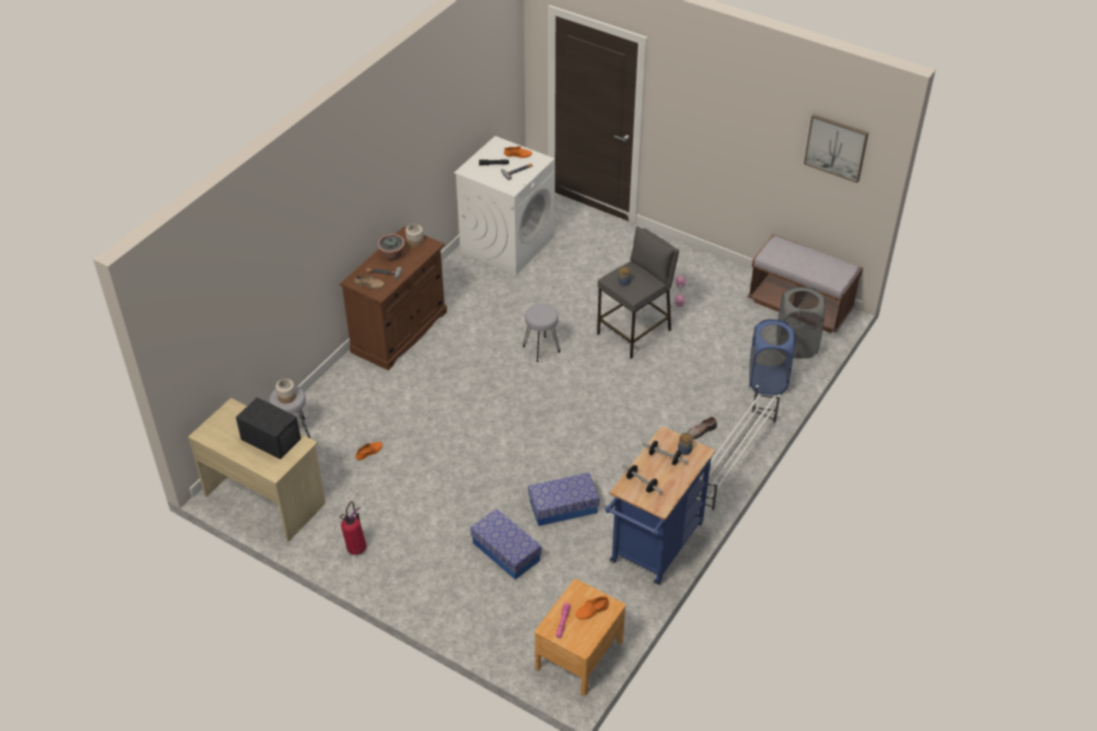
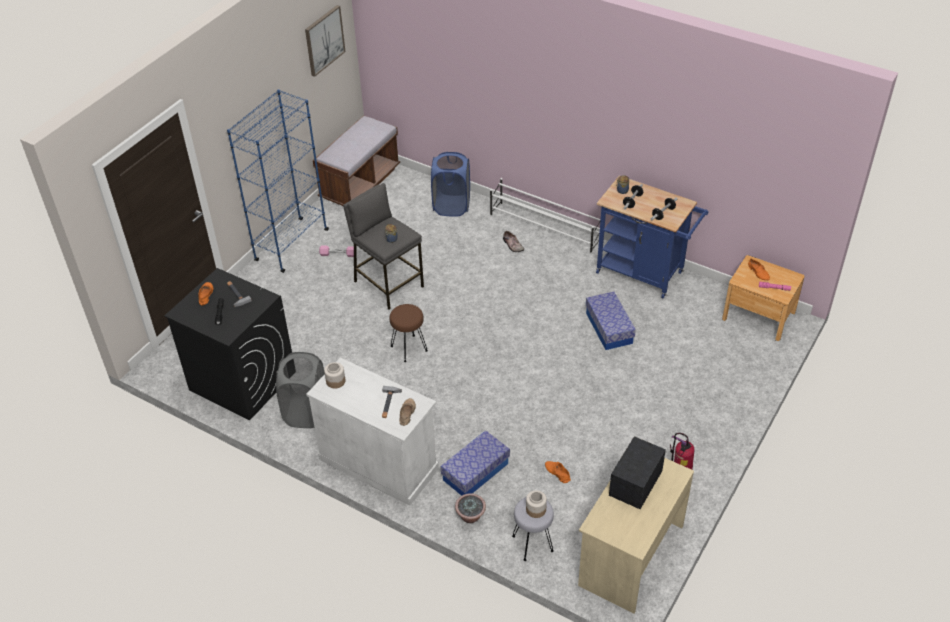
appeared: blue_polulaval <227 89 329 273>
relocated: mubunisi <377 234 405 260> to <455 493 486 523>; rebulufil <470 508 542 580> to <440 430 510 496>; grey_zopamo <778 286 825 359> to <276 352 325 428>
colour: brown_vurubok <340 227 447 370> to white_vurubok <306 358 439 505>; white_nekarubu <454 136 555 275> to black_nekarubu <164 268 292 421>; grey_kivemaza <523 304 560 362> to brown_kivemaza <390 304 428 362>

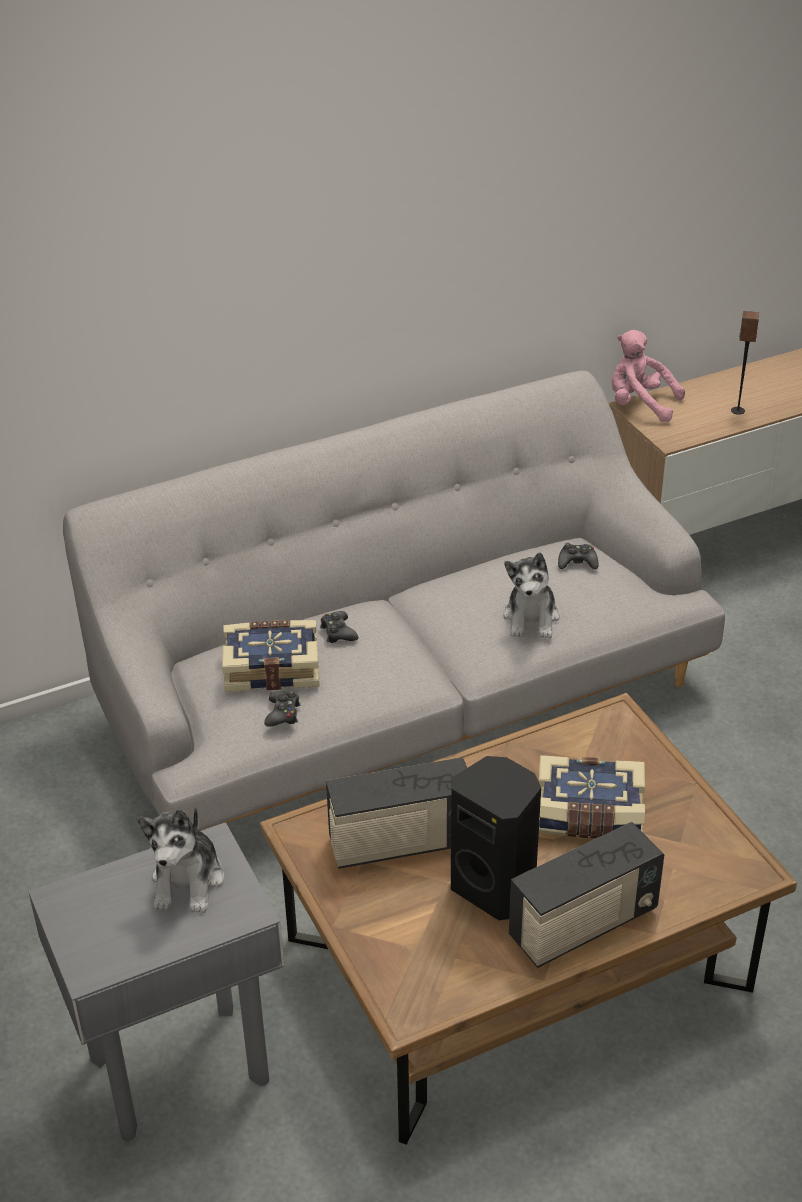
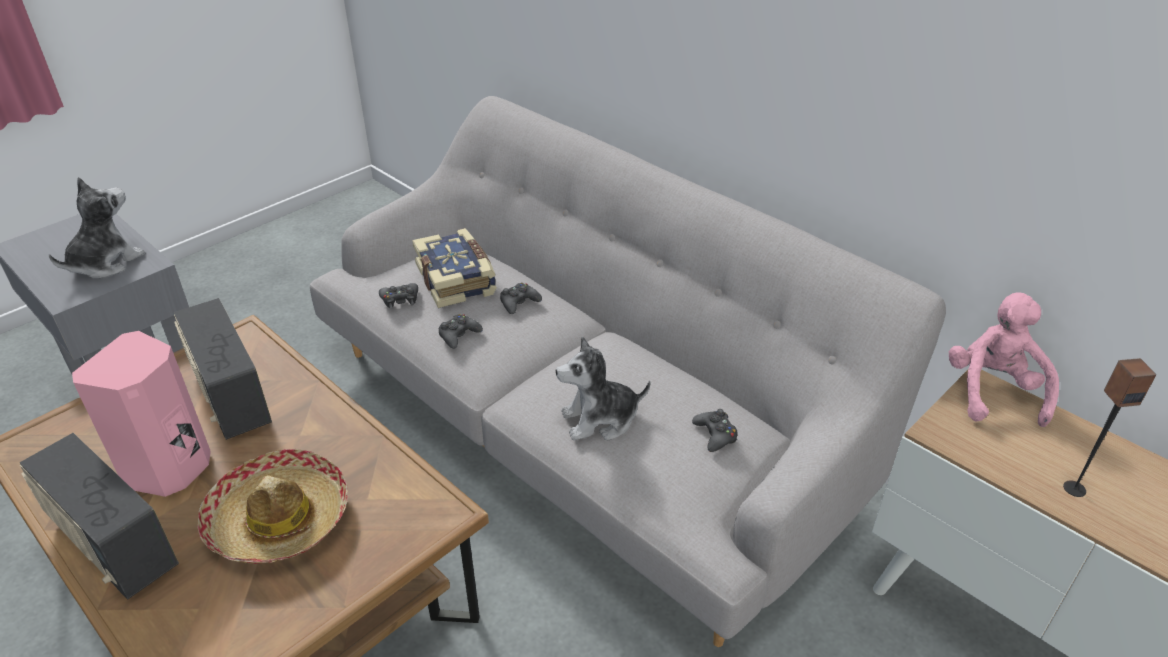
appeared: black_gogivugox <439 314 483 349>
exchanged: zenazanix <539 755 645 839> to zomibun <197 449 348 564>
colour: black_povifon <451 756 541 920> to pink_povifon <72 331 211 497>
spun: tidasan <137 806 224 913> = <49 177 145 279> 135 degrees clockwise

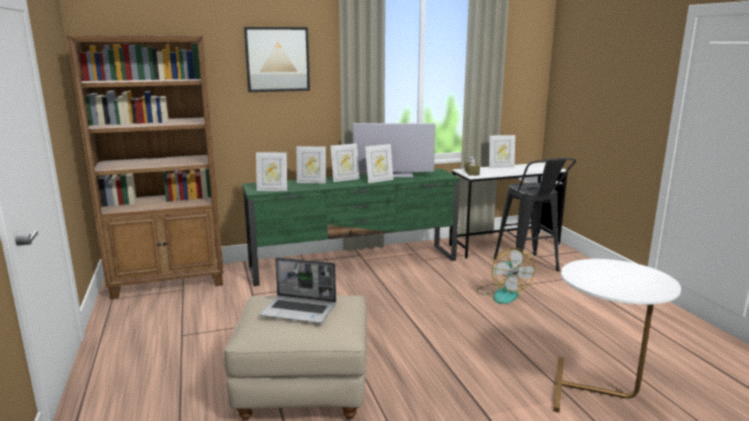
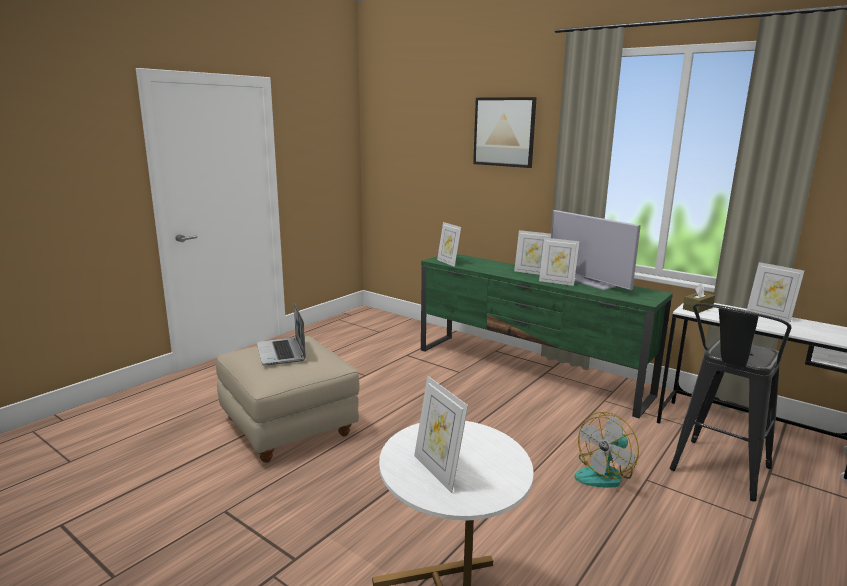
missing: brown_polulaval <66 35 224 299>
relocated: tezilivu <297 146 326 184> to <414 376 468 493>

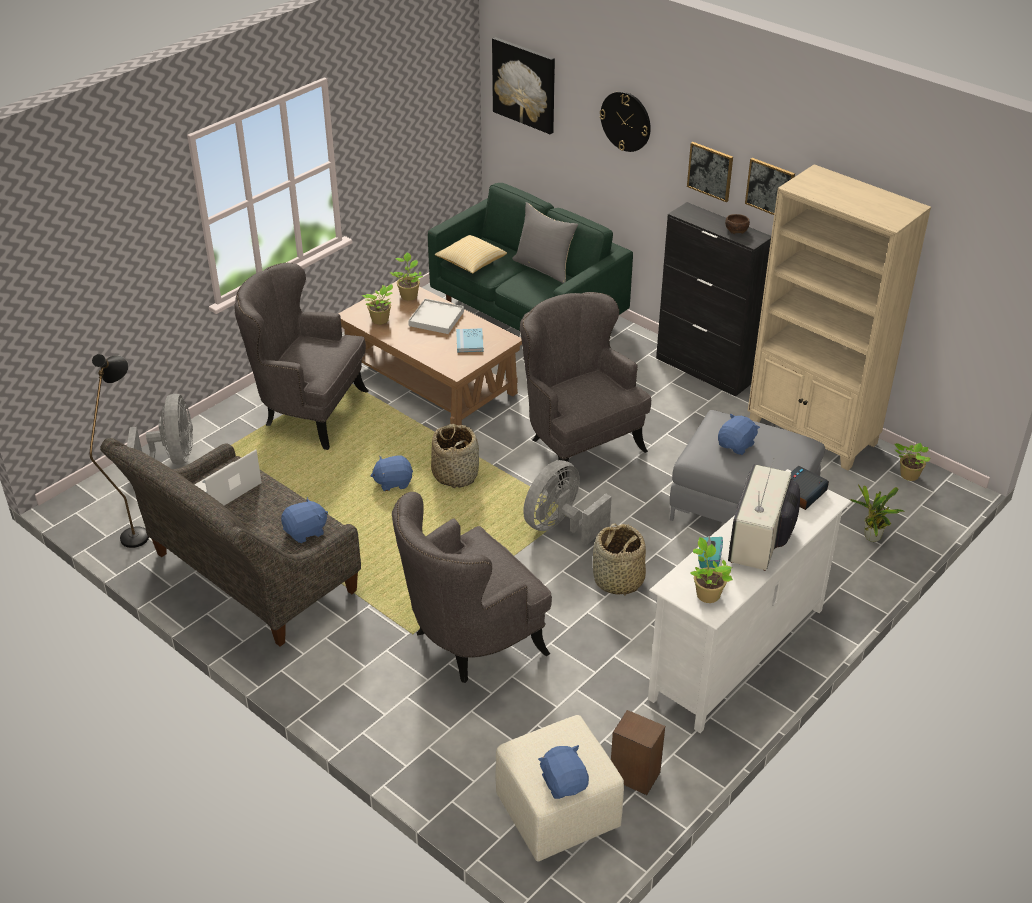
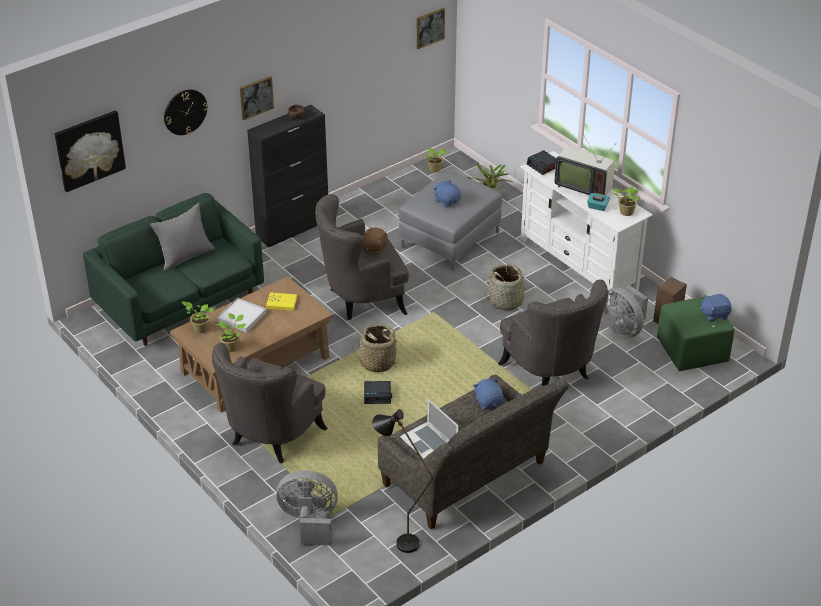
missing: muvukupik <435 235 507 274>; beige_polulaval <748 164 931 471>
appeared: brown_tidasan <362 228 388 255>
relocated: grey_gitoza <523 460 612 545> to <602 285 648 338>; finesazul <745 158 795 215> to <417 8 445 49>
exchanged: blue_tidasan <370 456 413 491> to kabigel <364 381 392 404>
colour: blue_zenazanix <456 328 484 352> to yellow_zenazanix <266 293 297 311>; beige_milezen <495 715 624 862> to green_milezen <657 296 734 371>

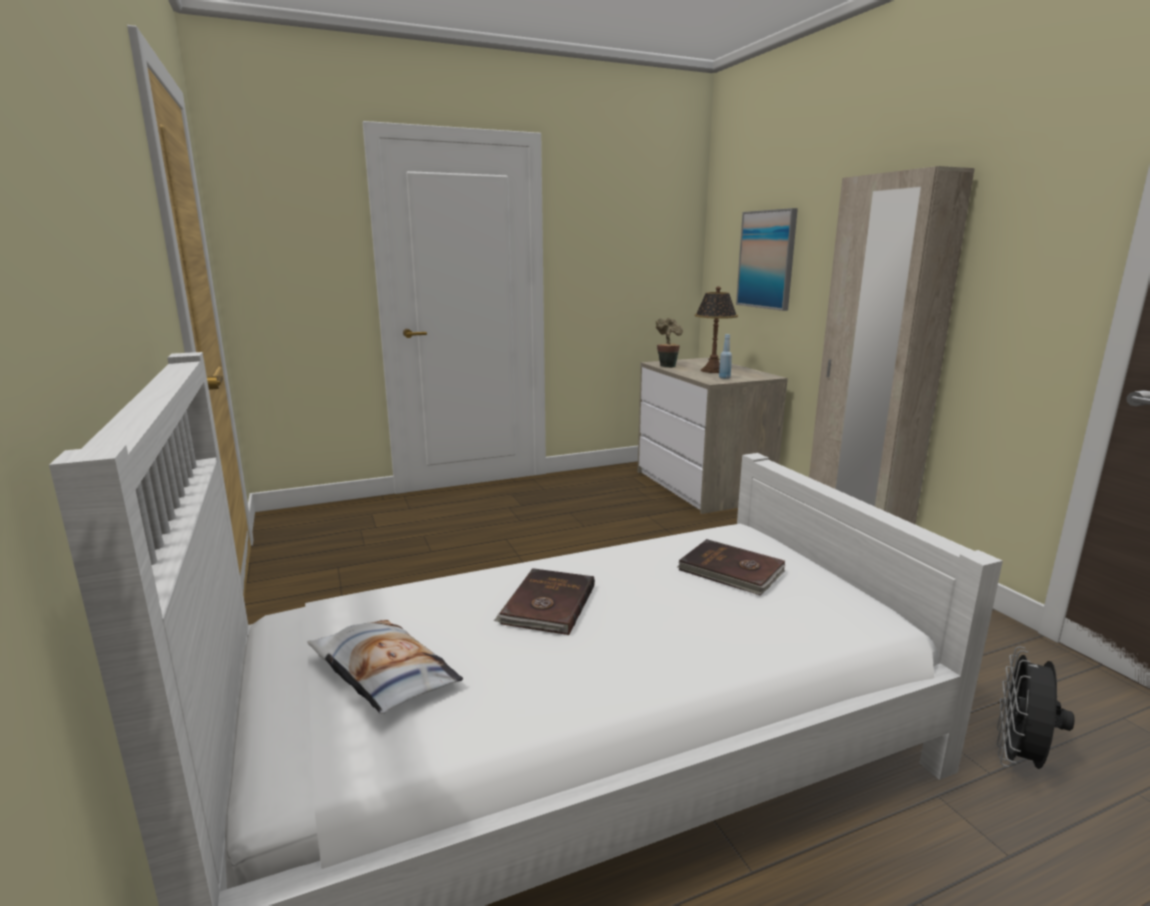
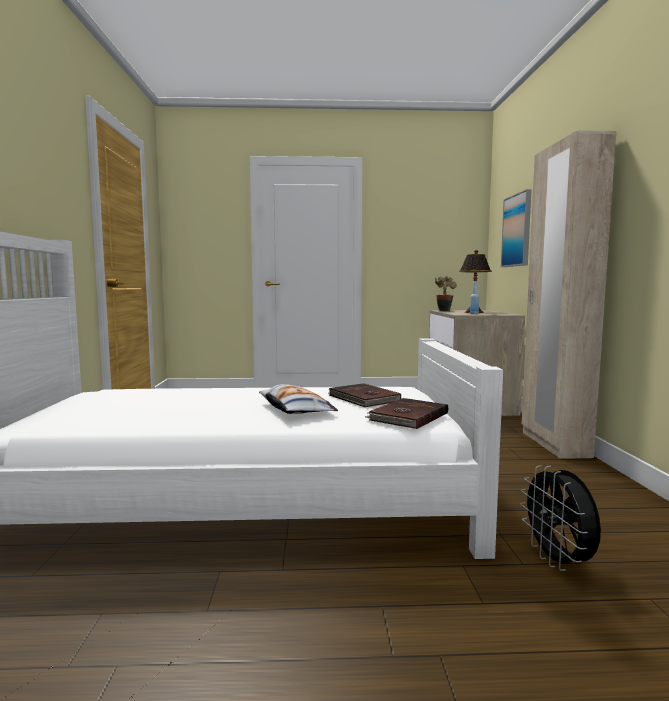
relocated: muvukupik <307 620 463 714> to <259 384 338 414>; brown_zenazanix <494 568 595 635> to <365 398 448 429>
spun: black_gitoza <997 646 1075 769> = <520 465 601 571> 60 degrees counterclockwise

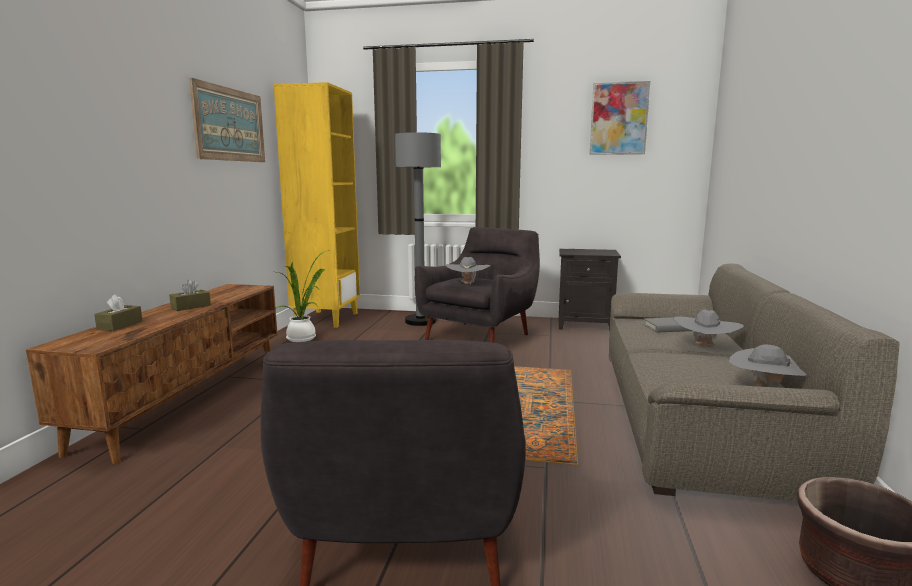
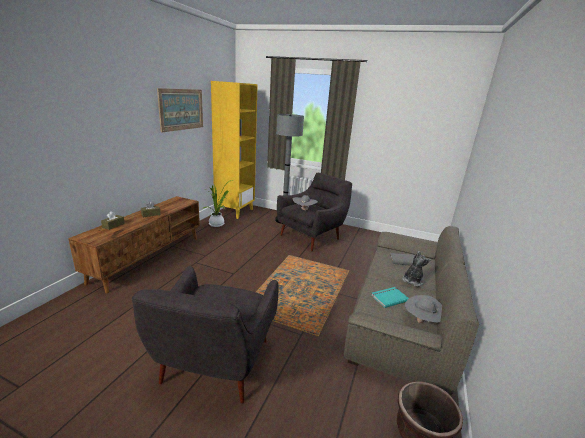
missing: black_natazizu <559 249 621 331>; finesazul <590 81 650 155>
appeared: turquoise_zenazanix <371 287 409 308>
exchanged: grey_zomibun <673 310 744 346> to tidasan <402 251 431 287>

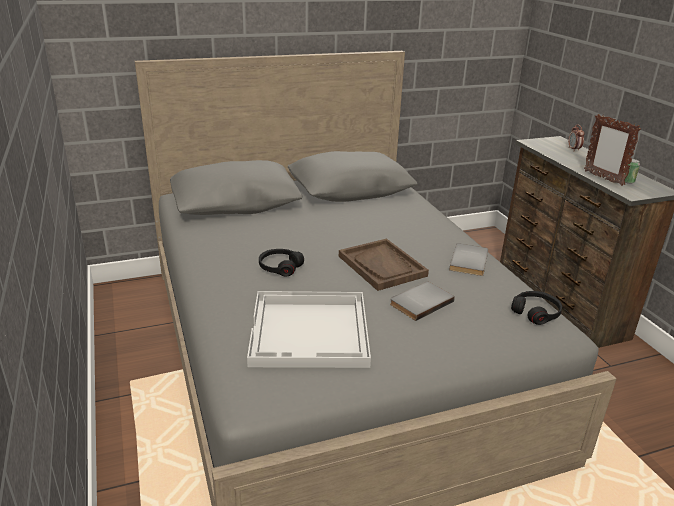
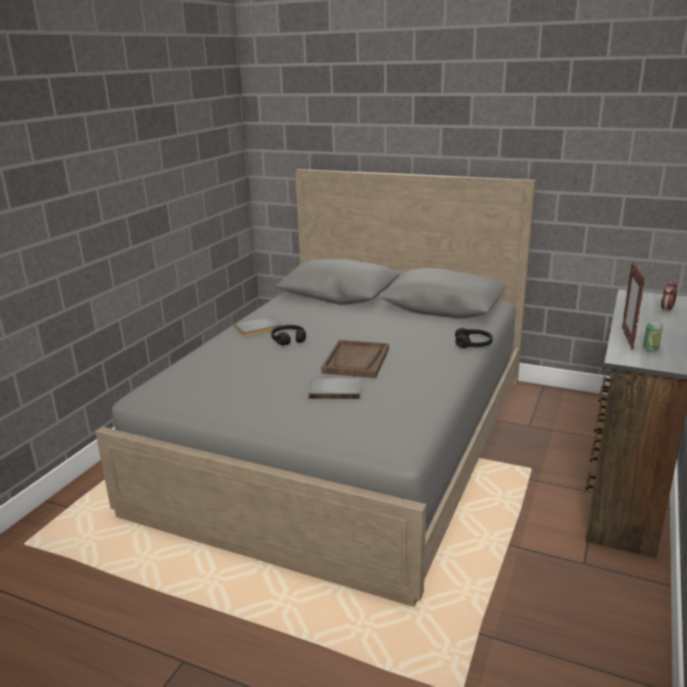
missing: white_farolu <247 291 371 368>
relocated: grey_zenazanix <449 243 488 276> to <234 316 282 337>; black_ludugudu <511 291 562 325> to <455 328 493 348>

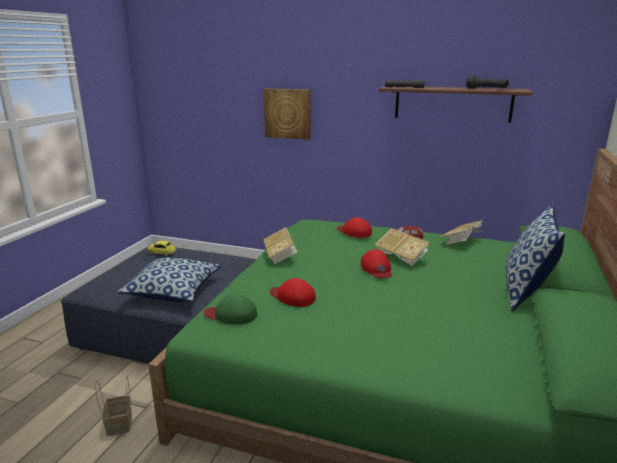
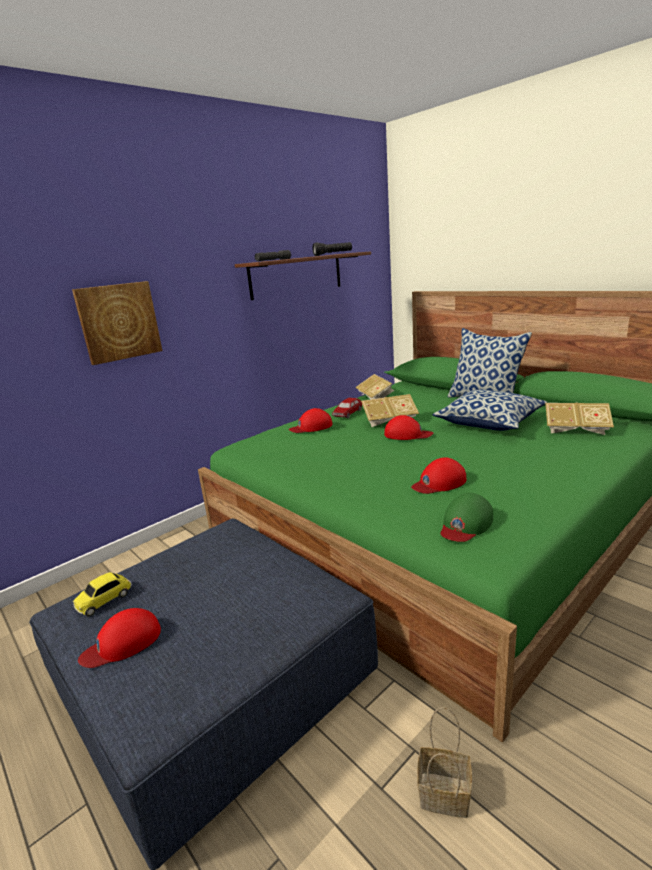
appeared: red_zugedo <78 608 161 668>
relocated: muvukupik <117 258 222 302> to <432 390 547 431>; zenazanix <263 227 297 265> to <545 403 614 435>

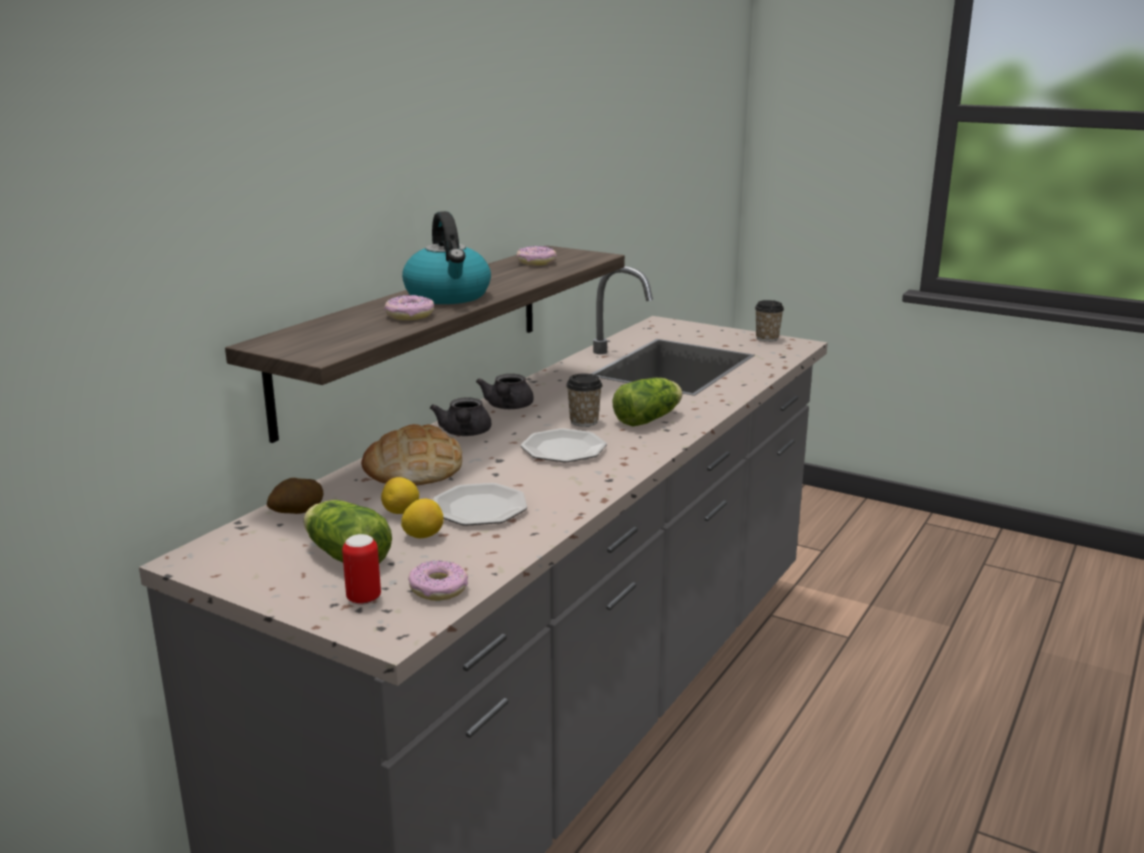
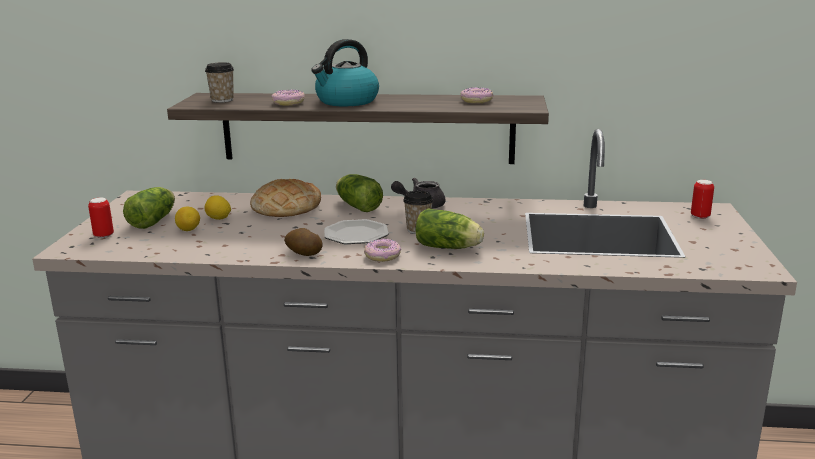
missing: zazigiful <433 483 527 526>
appeared: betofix <691 180 714 219>
relocated: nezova <267 478 323 514> to <284 228 323 256>; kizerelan <408 560 468 601> to <364 239 401 262>; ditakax <755 300 784 342> to <205 62 234 103>
exchanged: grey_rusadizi <430 397 491 436> to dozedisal <336 174 383 212>

